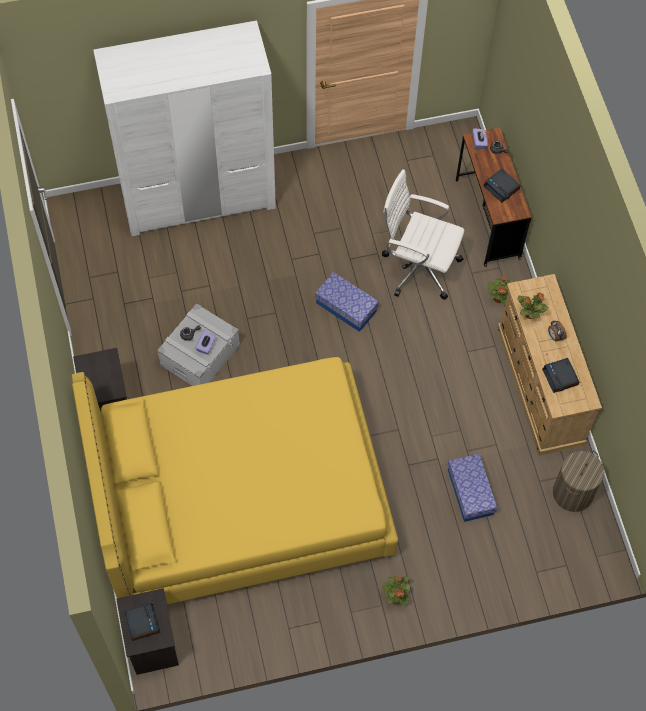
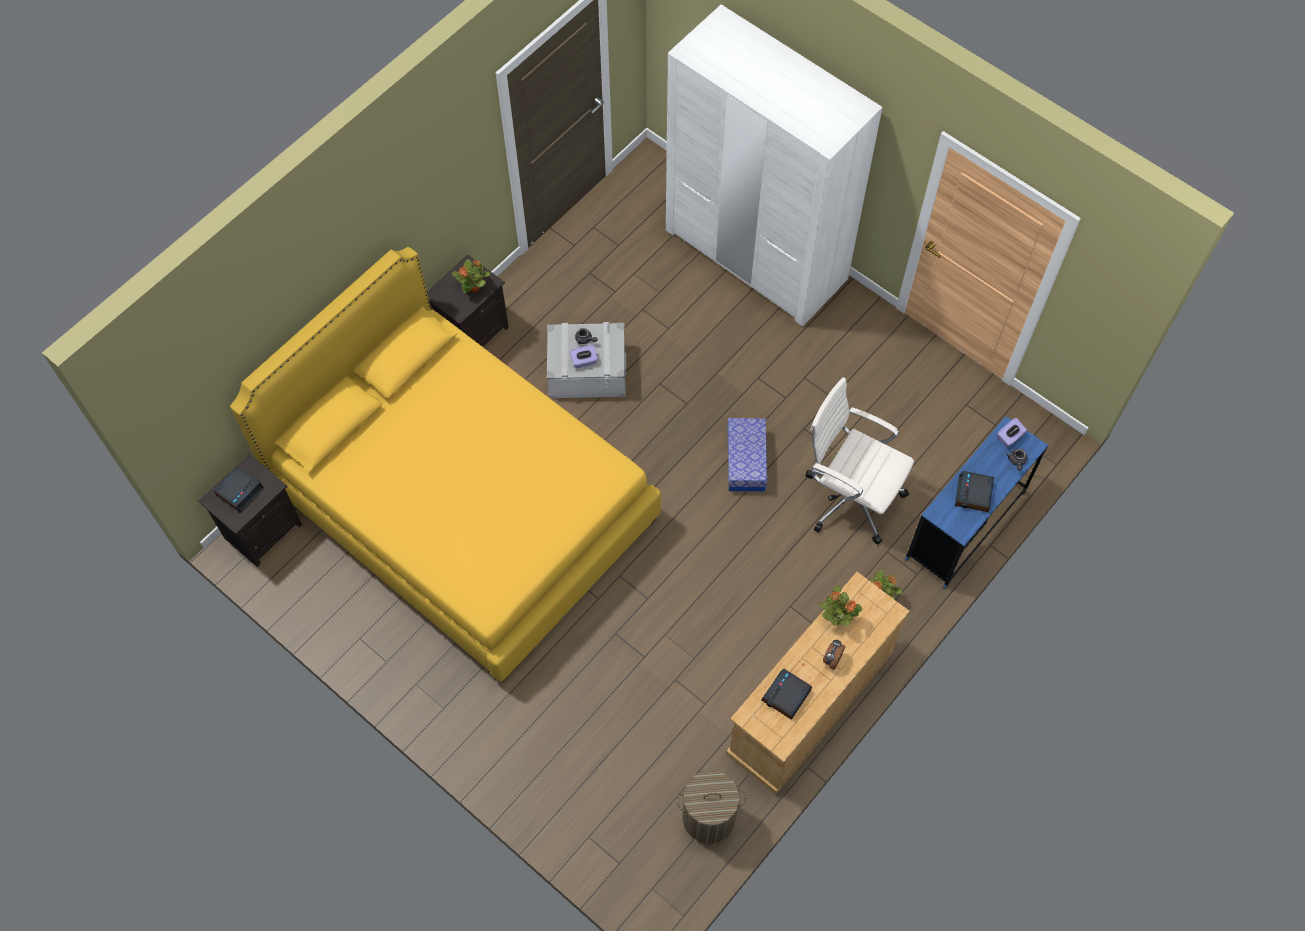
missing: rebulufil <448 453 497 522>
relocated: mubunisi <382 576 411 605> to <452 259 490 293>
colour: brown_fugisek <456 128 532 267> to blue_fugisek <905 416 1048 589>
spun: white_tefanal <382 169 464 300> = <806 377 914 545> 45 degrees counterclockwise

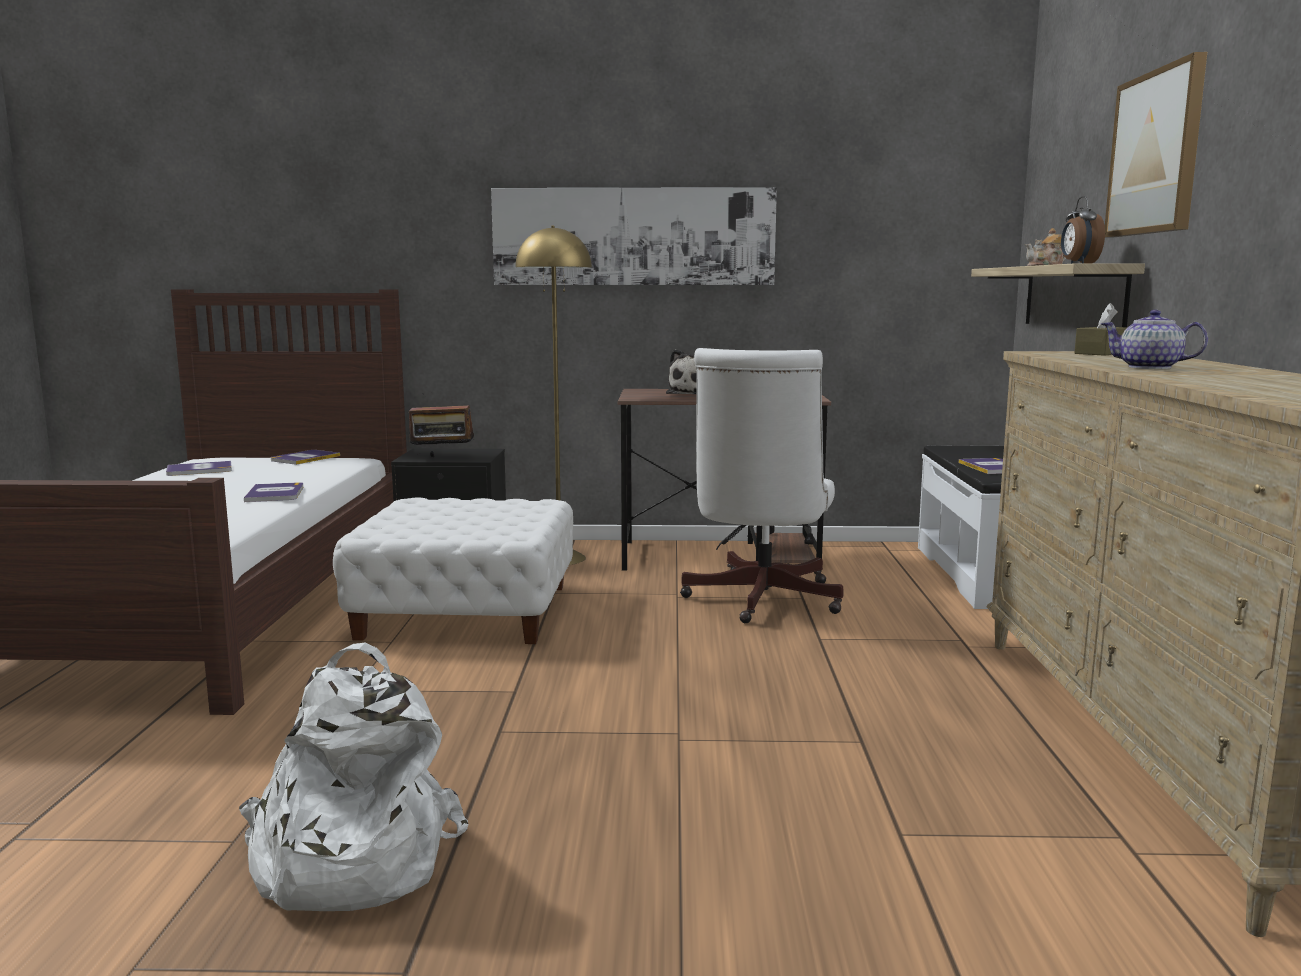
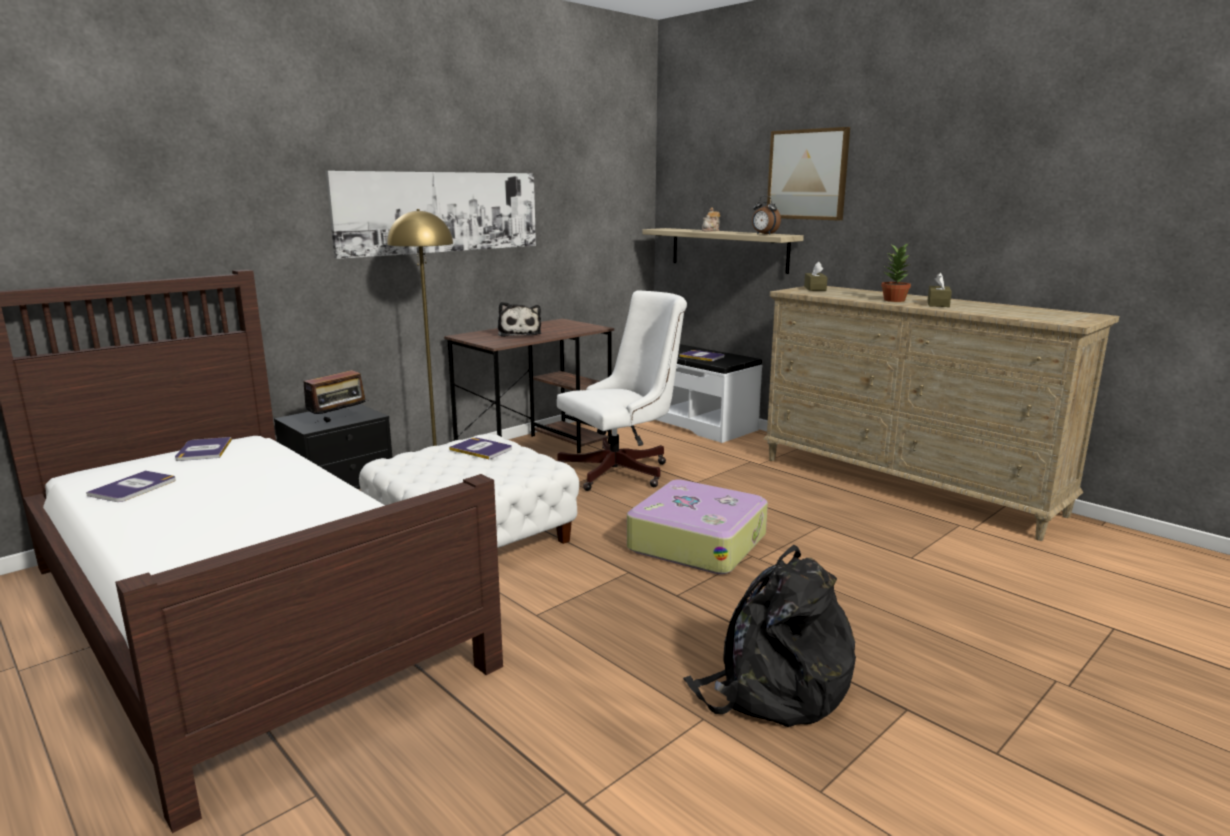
appeared: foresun <627 480 768 574>; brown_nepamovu <928 273 952 307>
relocated: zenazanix <244 482 304 502> to <449 438 512 459>
exchanged: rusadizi <1101 310 1208 369> to mubunisi <881 243 911 302>
colour: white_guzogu <239 642 469 911> to black_guzogu <683 545 856 727>
spun: white_tefanal <680 348 843 623> = <557 290 687 491> 90 degrees counterclockwise

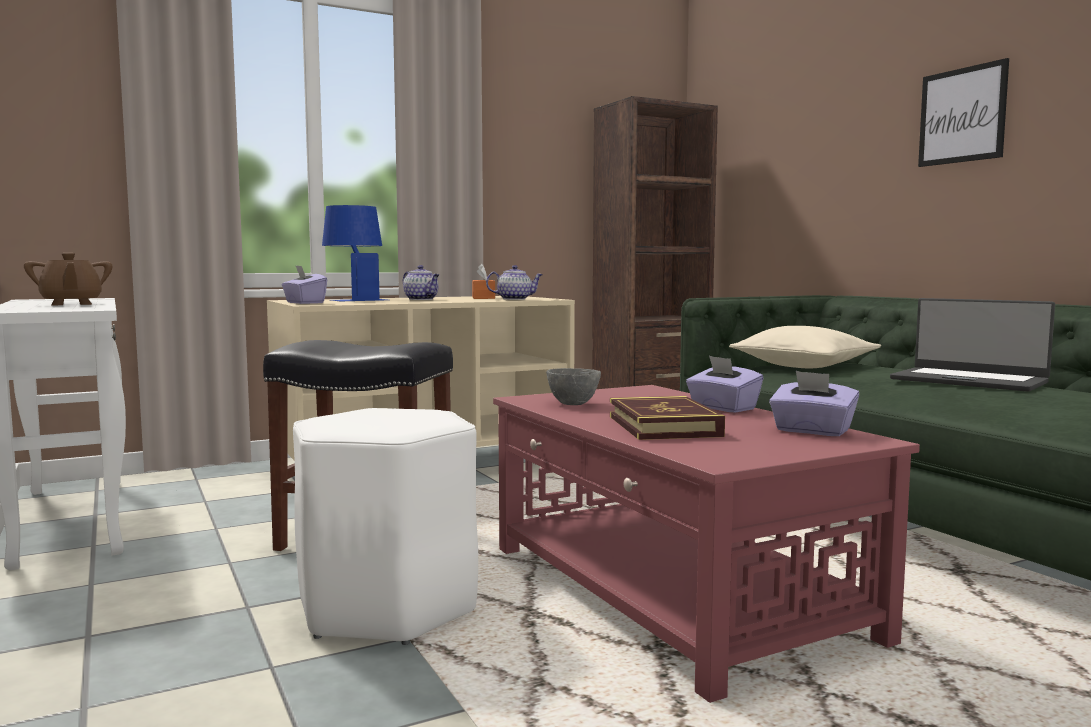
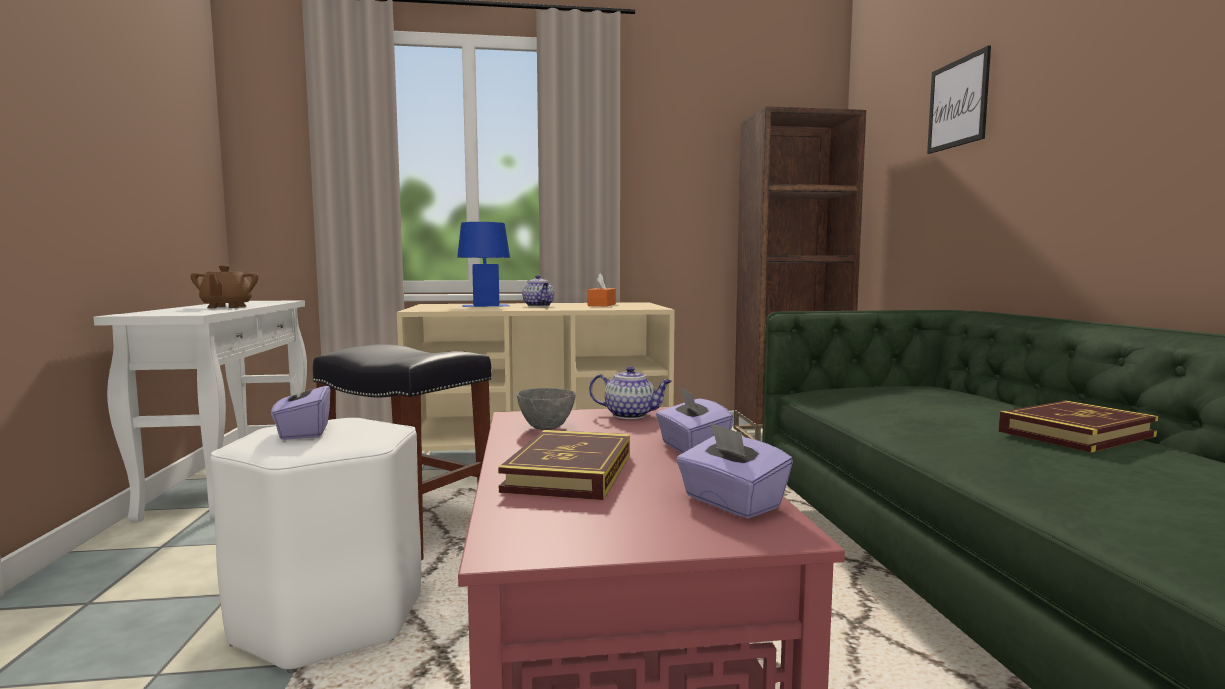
missing: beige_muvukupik <729 326 881 368>
relocated: purple_nepamovu <282 265 327 304> to <271 374 330 440>; rusadizi <486 265 543 300> to <589 366 672 419>; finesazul <918 58 1009 167> to <927 45 991 154>
exchanged: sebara <890 298 1055 392> to zenazanix <998 401 1159 452>

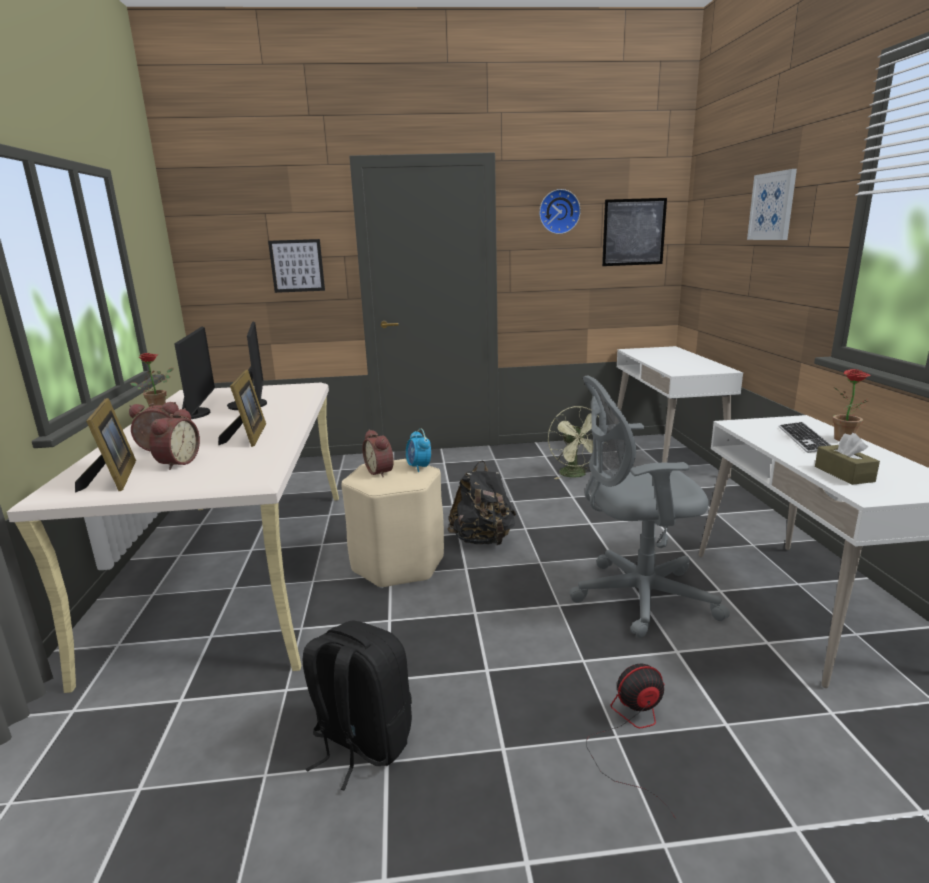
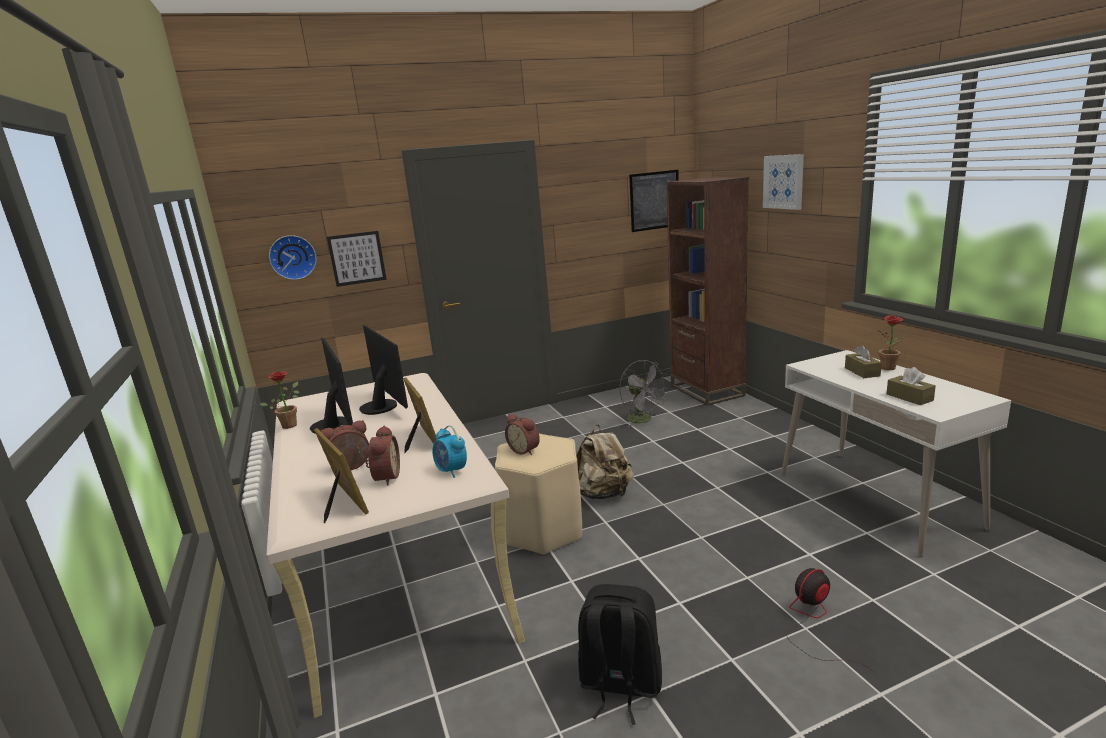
missing: grey_tefanal <569 375 730 638>
relocated: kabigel <406 429 431 472> to <432 425 467 478>; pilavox <539 189 581 234> to <269 235 317 280>
exchanged: white_fugisek <617 346 743 478> to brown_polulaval <666 177 749 406>; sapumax <779 422 831 453> to brown_nepamovu <845 345 882 378>
colour: black_guzogu <448 461 516 545> to beige_guzogu <576 424 634 499>; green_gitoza <548 406 599 479> to grey_gitoza <619 360 669 427>

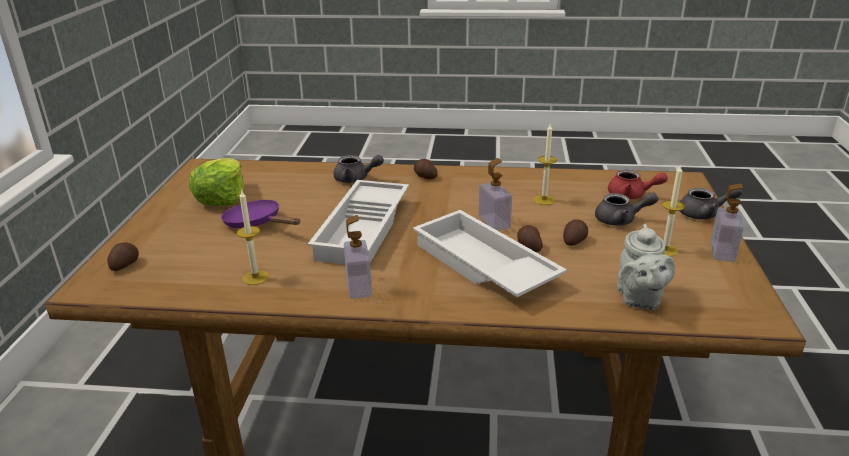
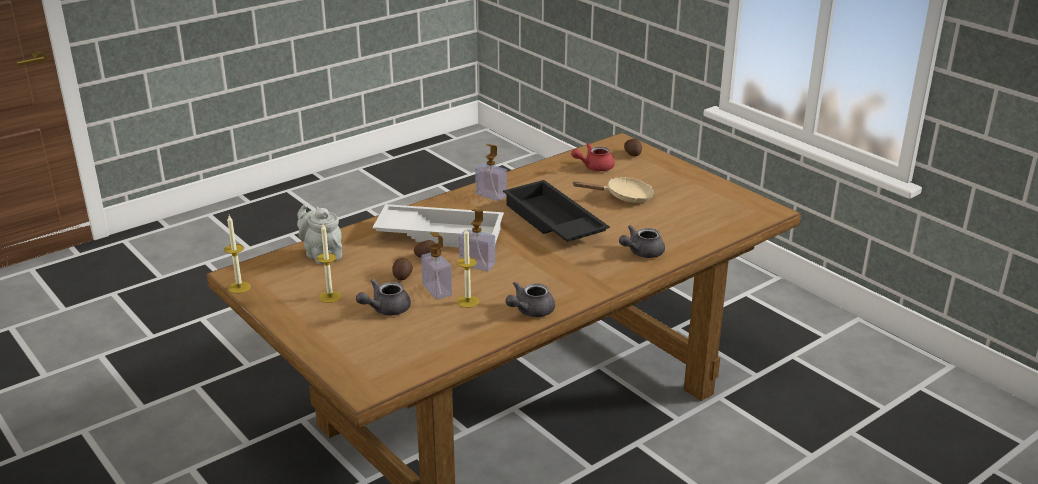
missing: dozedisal <189 158 244 206>; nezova <414 159 438 179>
relocated: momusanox <236 189 269 285> to <224 215 251 293>; red_rusadizi <608 170 668 199> to <571 143 615 171>; grey_rusadizi <680 188 743 220> to <505 281 555 317>; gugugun <711 184 744 262> to <421 232 452 300>
colour: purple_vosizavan <221 200 300 228> to beige_vosizavan <573 177 655 203>; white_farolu <308 180 409 264> to black_farolu <503 180 610 242>

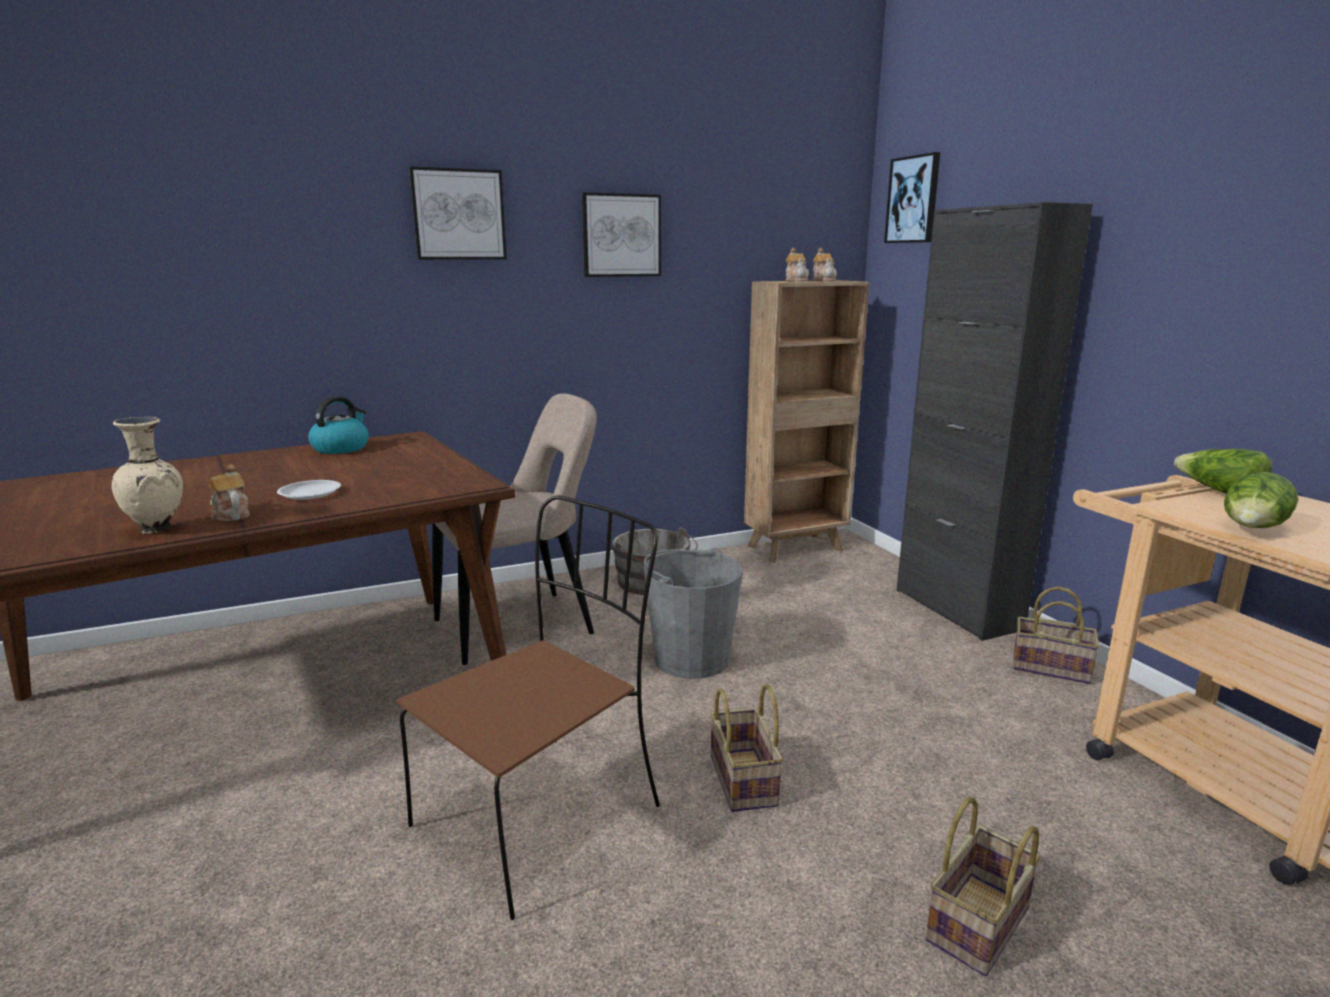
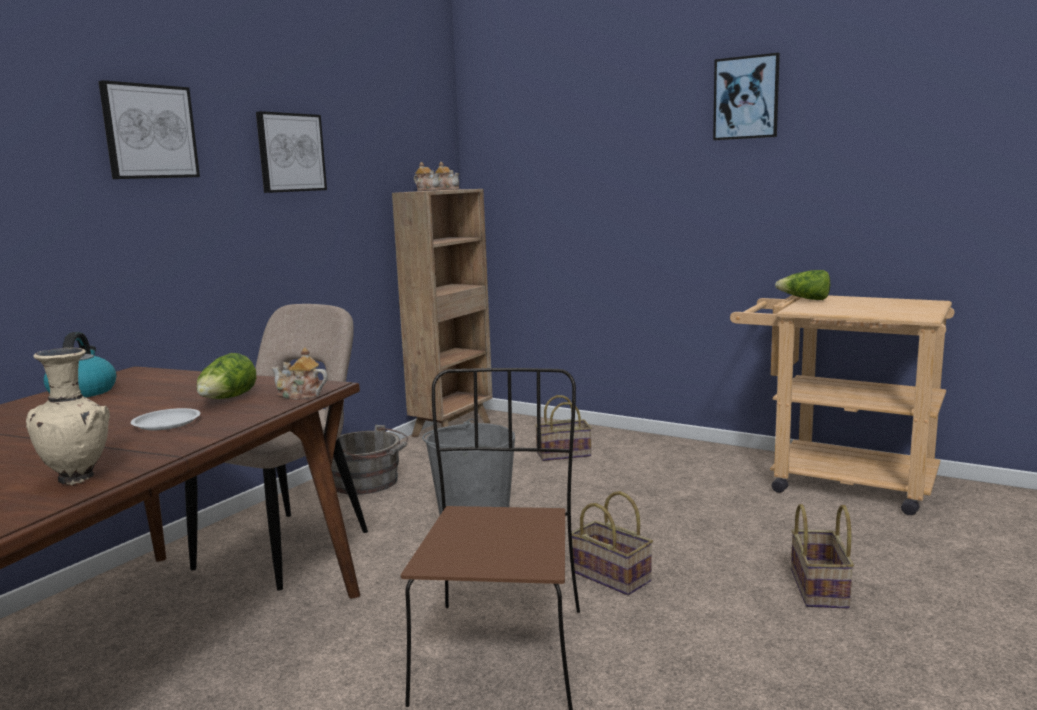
missing: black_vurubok <897 202 1093 641>
relocated: rusadizi <209 464 250 521> to <271 348 328 400>; finesazul <884 152 940 243> to <713 53 780 140>; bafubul <1013 587 1100 684> to <535 395 592 461>; dozedisal <1224 472 1299 528> to <196 353 256 399>

